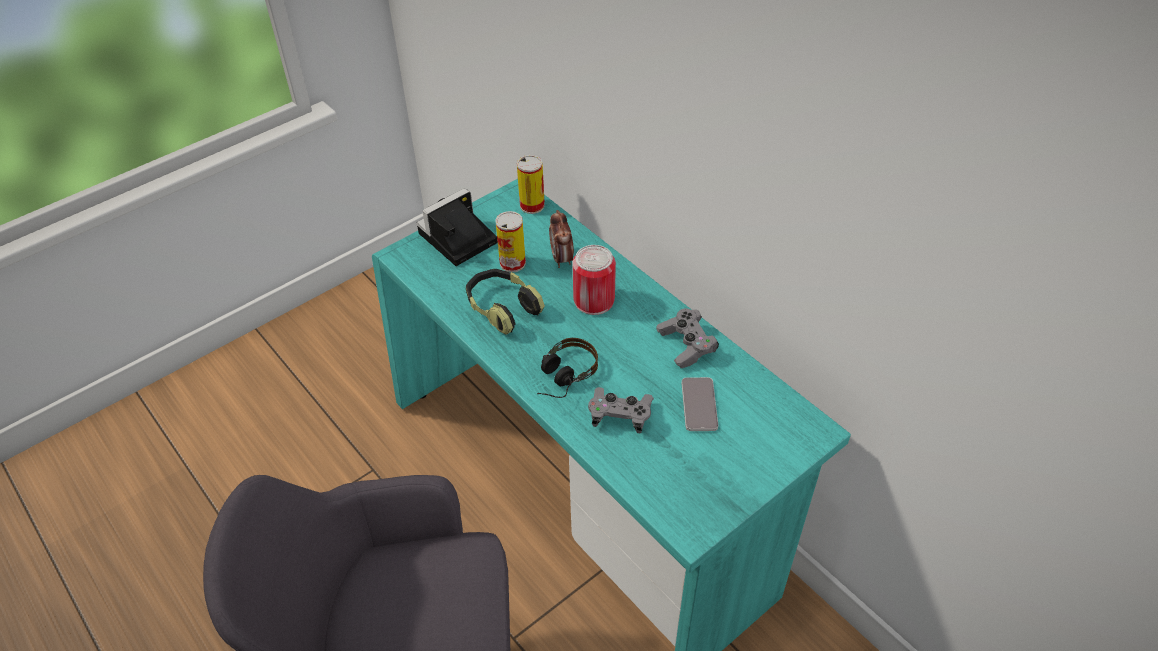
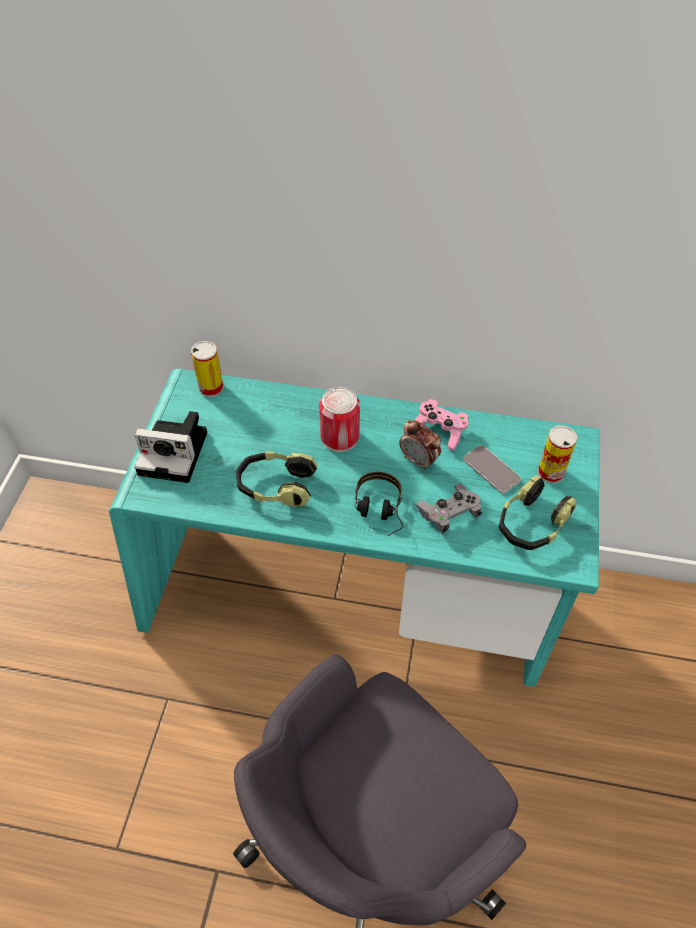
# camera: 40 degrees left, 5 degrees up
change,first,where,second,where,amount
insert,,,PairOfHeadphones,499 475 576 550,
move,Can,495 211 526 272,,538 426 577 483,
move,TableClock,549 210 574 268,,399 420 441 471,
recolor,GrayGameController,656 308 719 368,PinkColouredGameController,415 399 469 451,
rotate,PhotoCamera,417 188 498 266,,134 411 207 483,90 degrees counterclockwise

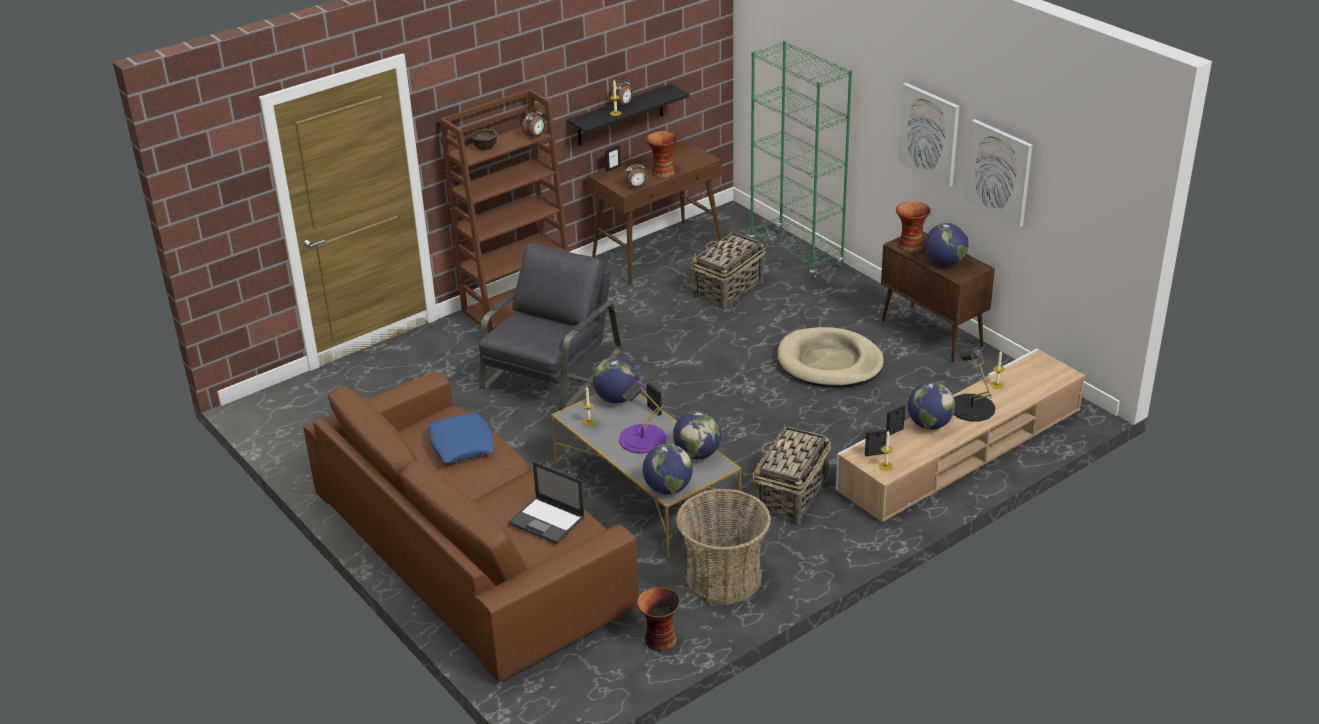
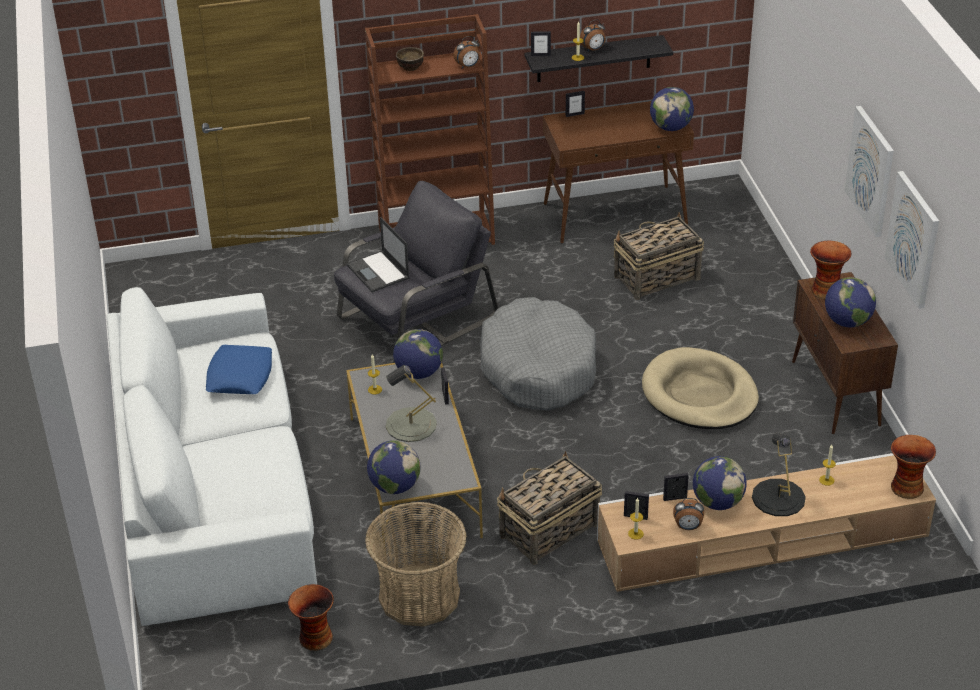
# camera: 25 degrees right, 5 degrees up
change,first,where,second,where,amount
delete,GreenishBookcase,749 41 852 279,,,
insert,,,GrayPetBed,480 297 596 411,
insert,,,StandingFrame,531 31 551 56,
move,PortableComputer,509 461 585 544,,346 217 410 292,
move,TableClock,623 160 647 188,,673 498 704 530,
move,Vase,646 131 678 178,,891 435 936 499,
move,WorldGlobe,673 411 722 459,,650 87 694 131,
recolor,BrownSofa,303 372 639 682,WhiteColouredSofa,106 287 317 626,
recolor,PurpleColouredTableLamp,619 381 666 454,GrayTableLamp,386 365 437 442,

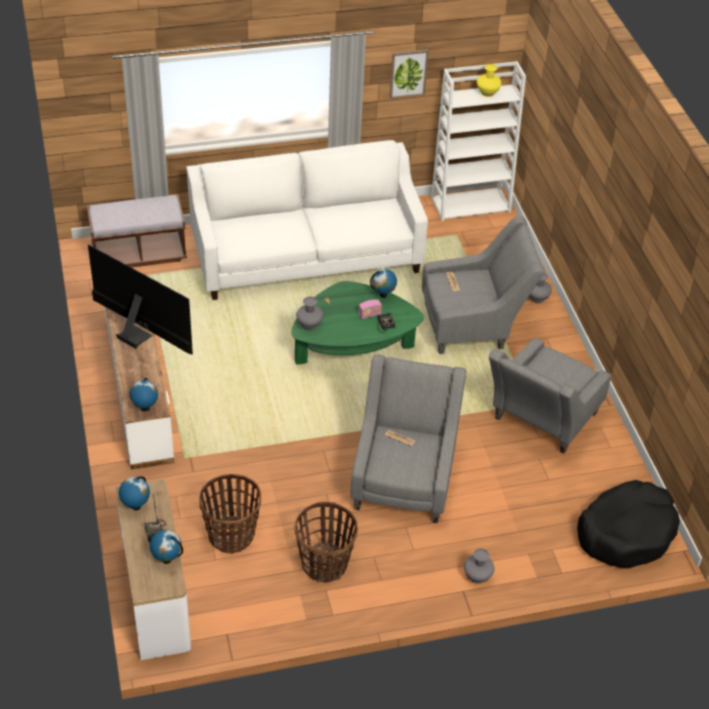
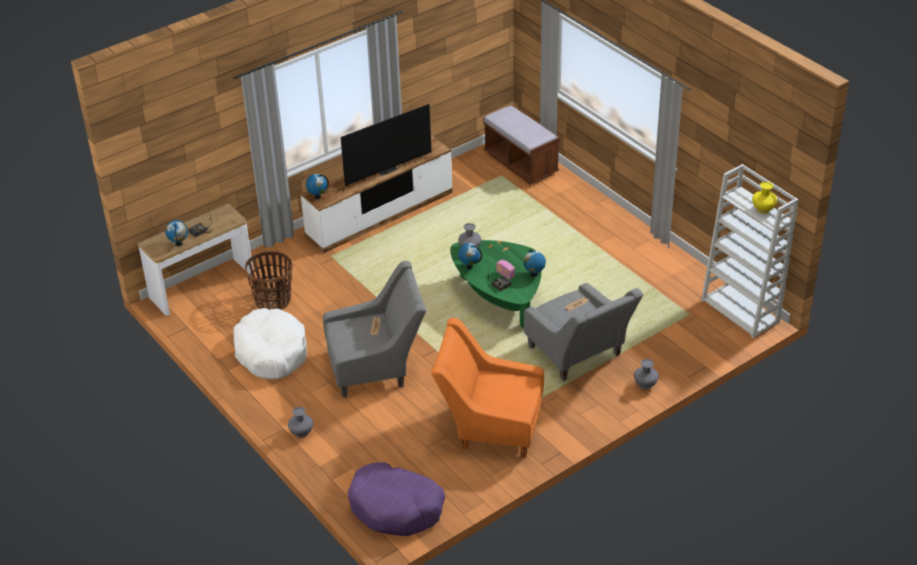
# camera: 70 degrees right, 5 degrees down
change,first,where,second,where,amount
delete,WhiteColouredSofa,186 140 428 300,,,
delete,WallPicture,389 49 429 99,,,
move,WorldGlobe,119 476 150 510,,458 243 482 269,
replace,HouseholdBasket,295 502 358 583,WhiteColouredPetBed,233 308 307 379,
recolor,GrayLoungeChair,489 338 611 454,OrangeLoungeChair,431 318 544 458,
recolor,BlackPetBed,577 480 680 568,PurpleColouredPetBed,347 462 445 536,
rotate,Television,88 245 193 354,,341 104 432 186,45 degrees clockwise

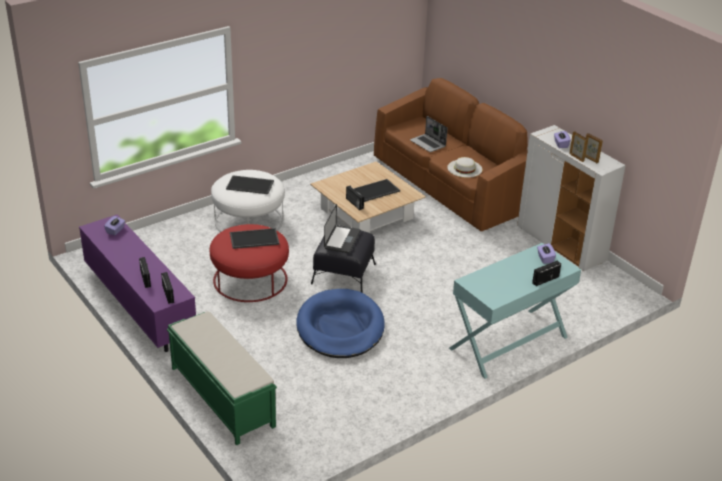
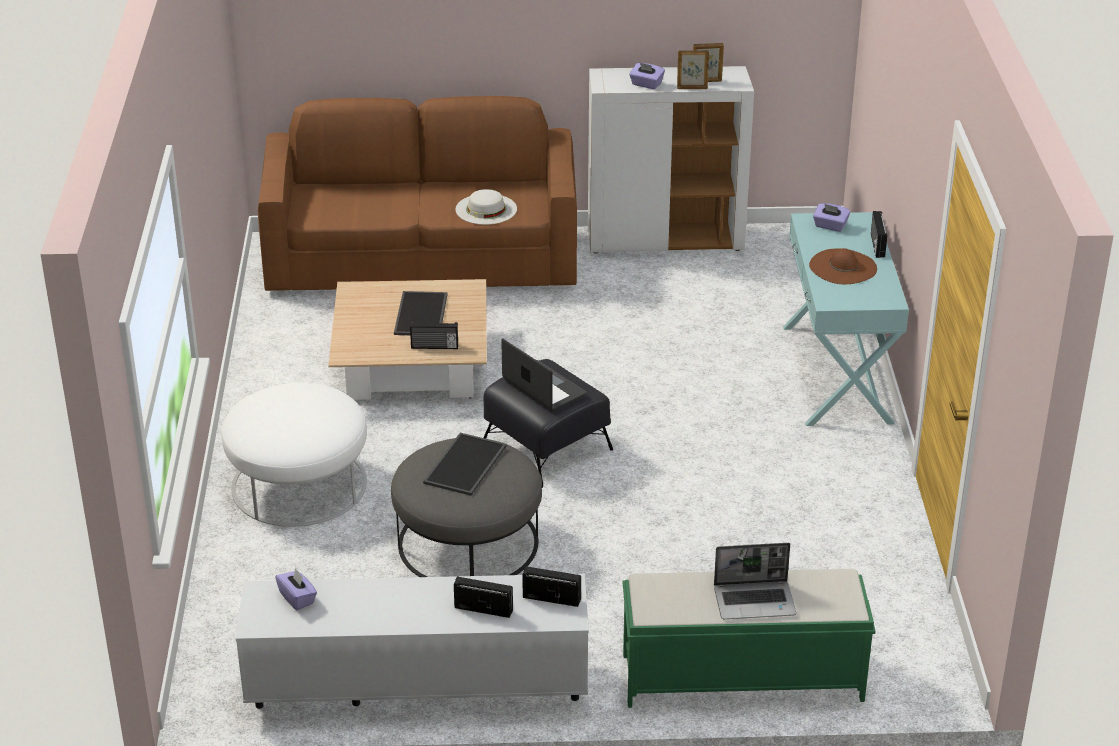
# camera: 55 degrees left, 0 degrees up
change,first,where,second,where,amount
delete,Tray,226 175 274 194,,,
delete,BluePetBed,296 289 385 358,,,
insert,,,BrownWearableHat,809 248 877 284,
move,PortableComputer,410 116 448 152,,714 543 796 619,
recolor,PurpleColouredTvUnit,79 215 196 352,WhiteColouredTvUnit,236 574 589 709,
recolor,RedPouffe,210 224 289 302,GrayPouffe,391 438 542 577,

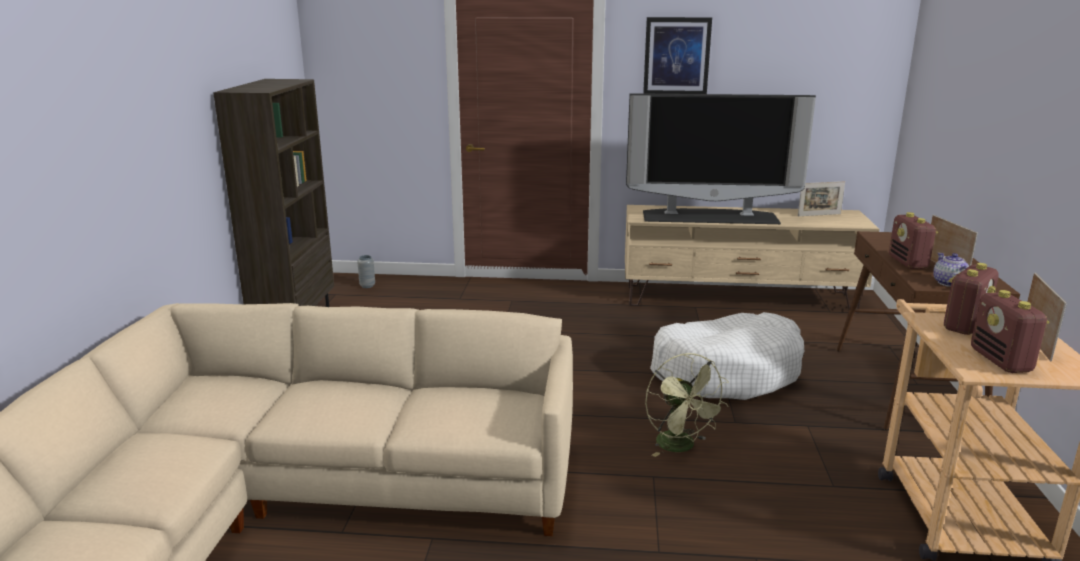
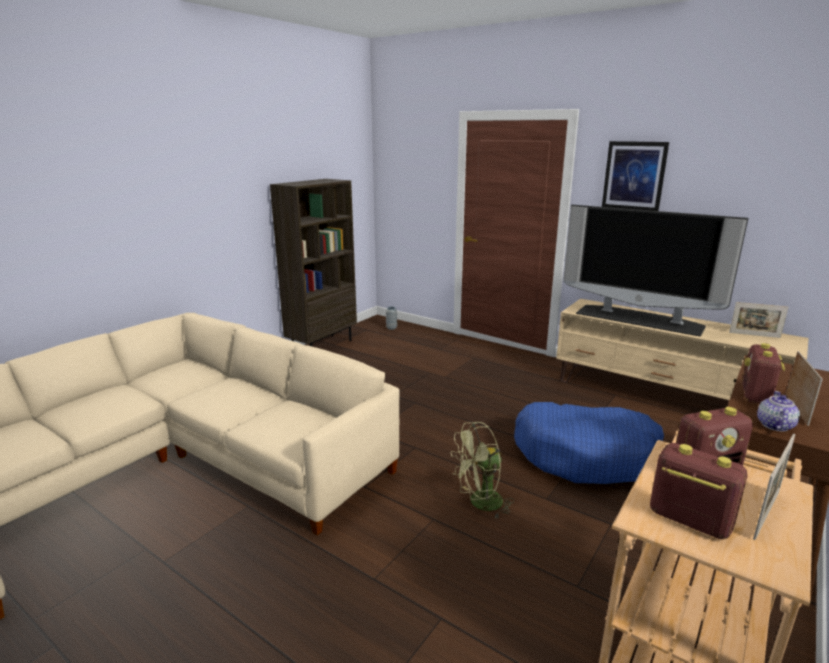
# camera: 30 degrees right, 0 degrees up
change,first,where,second,where,amount
recolor,WhiteColouredPetBed,650 312 804 400,BluePetBed,514 402 664 484,
rotate,GreenishElectricFan,645 353 729 457,,451 422 514 519,60 degrees clockwise
rotate,RadioSet,971 290 1049 373,,650 443 747 539,105 degrees clockwise

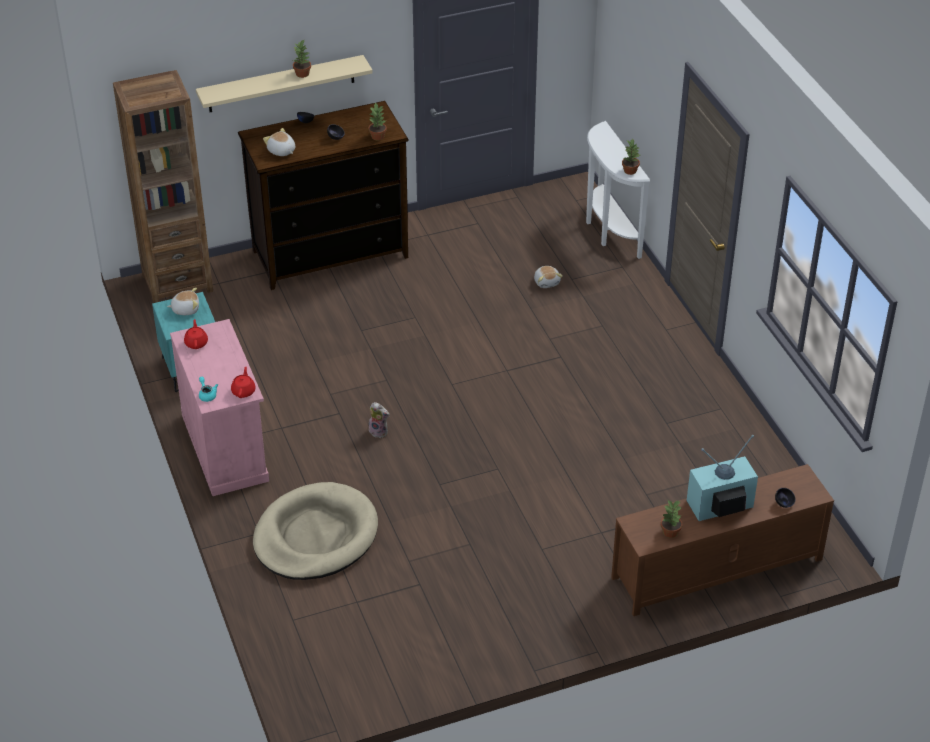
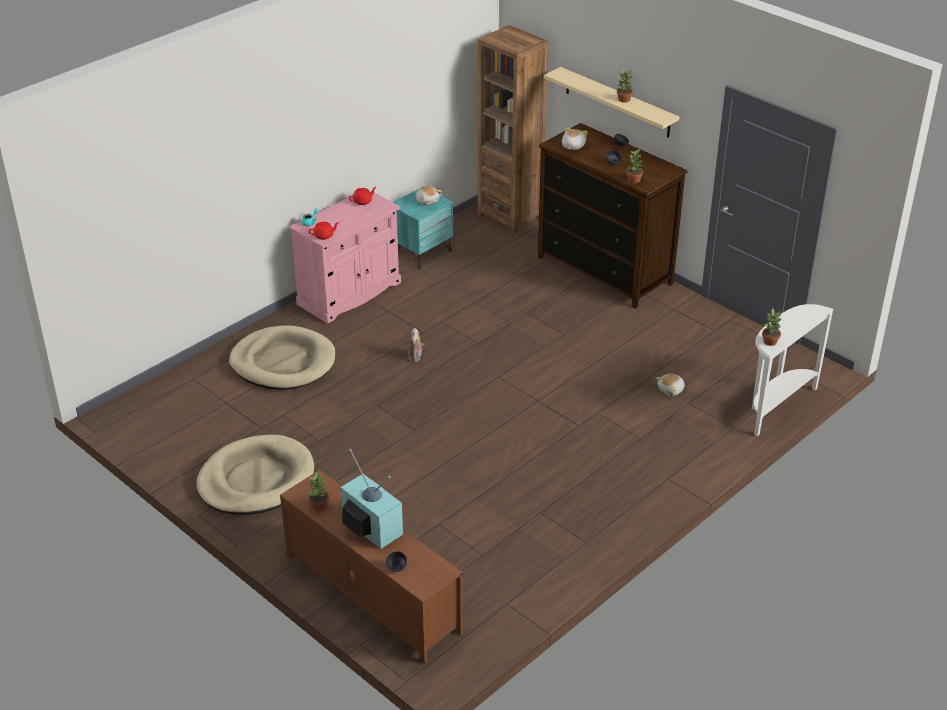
# camera: 65 degrees right, 5 degrees down
change,first,where,second,where,amount
insert,,,BeigePetBed,196 435 314 515,

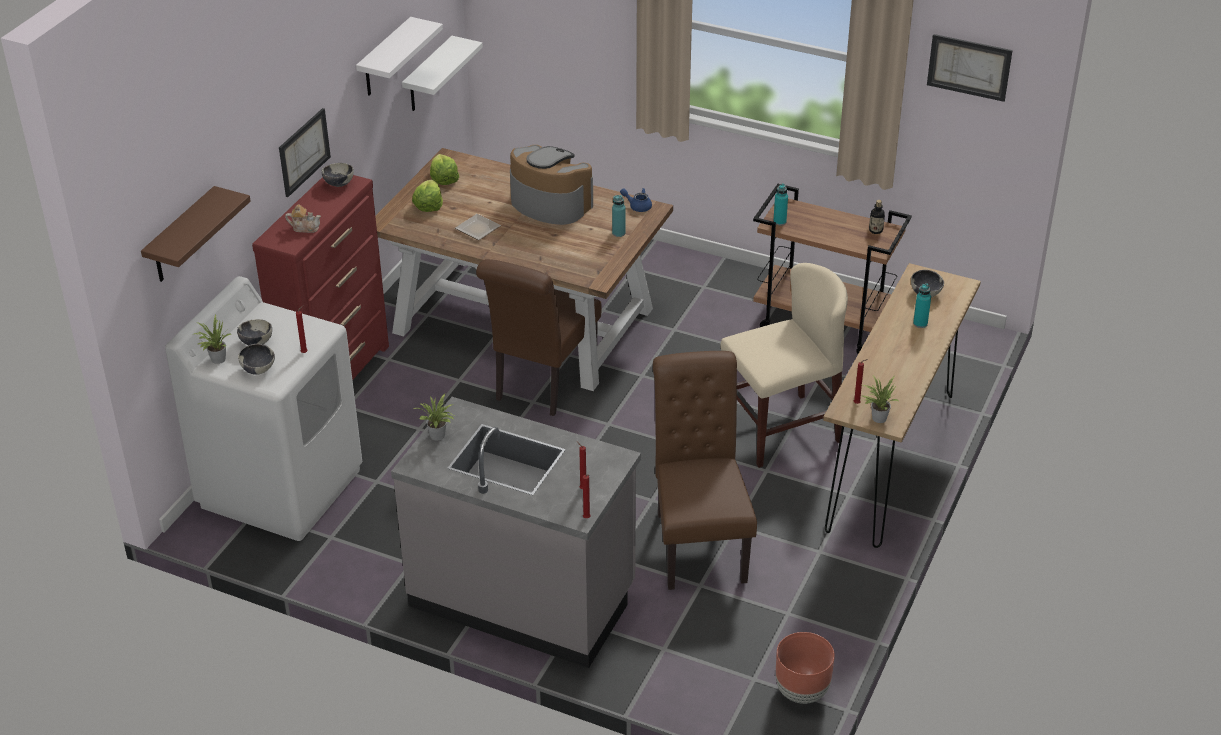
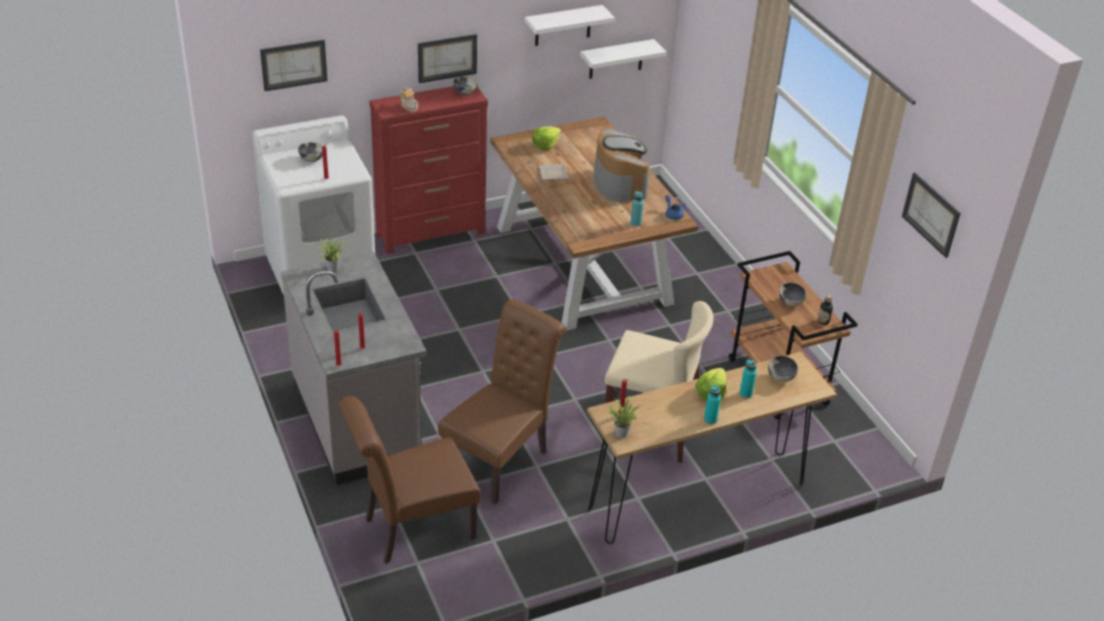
# camera: 40 degrees right, 0 degrees up
change,first,where,second,where,amount
delete,Houseplant,194 314 232 364,,,
delete,BrownFlowerPot,775 632 835 704,,,
move,ServingBowl,238 344 275 375,,779 283 807 306,
move,HeadOfLettuce,430 154 459 185,,695 368 726 400,
move,BrownUprightChair,476 259 602 416,,338 396 481 564,
move,TurquoiseColouredBeverageBottle,773 184 788 225,,704 385 721 424,
replace,BrownShelf,141 186 251 282,WallPicture,260 40 328 91,

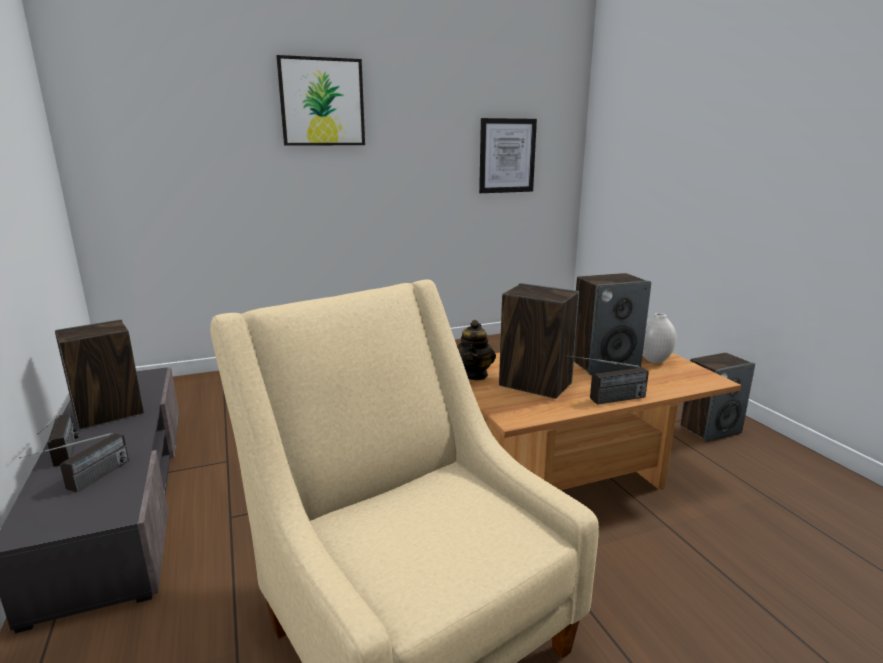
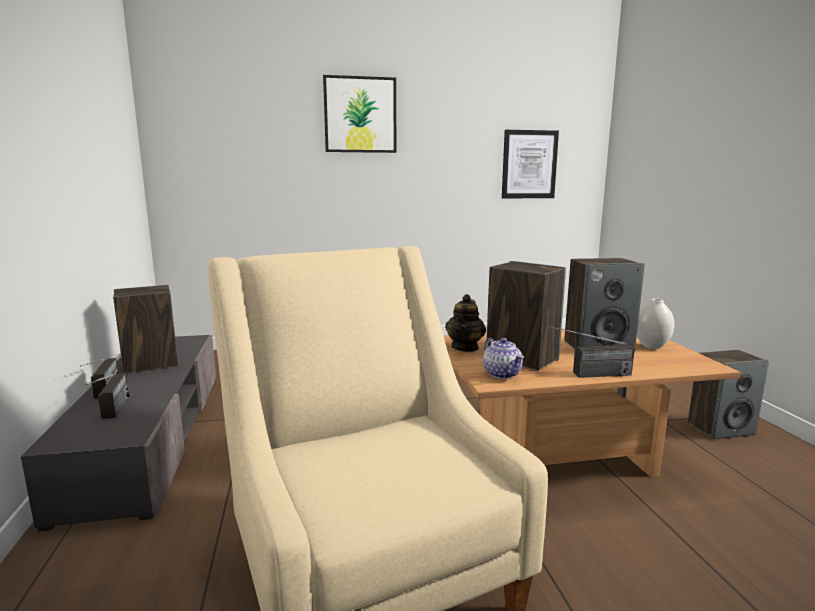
# camera: 10 degrees right, 5 degrees down
change,first,where,second,where,amount
insert,,,Teapot,483 338 524 379,
rotate,RadioSet,19 433 129 492,,86 373 131 419,45 degrees counterclockwise

